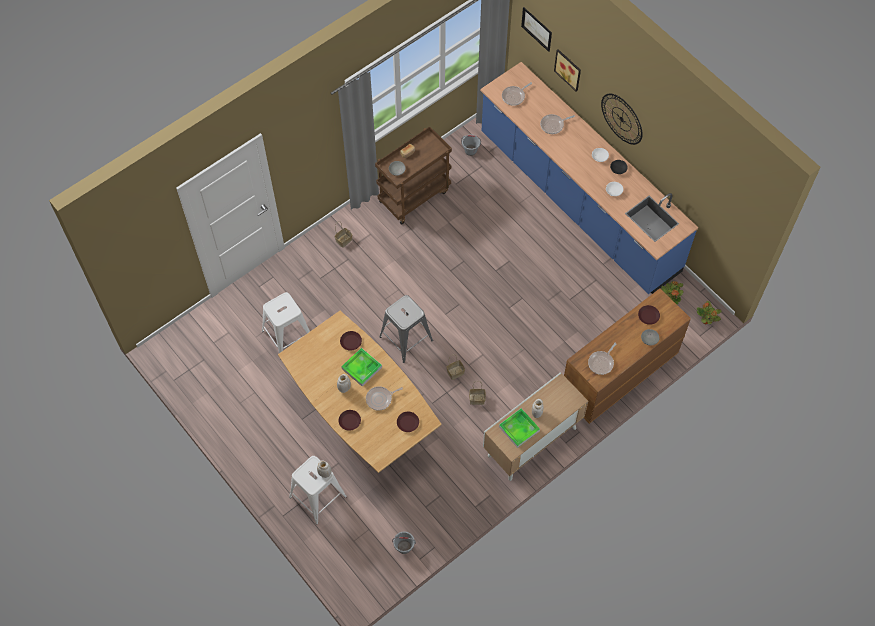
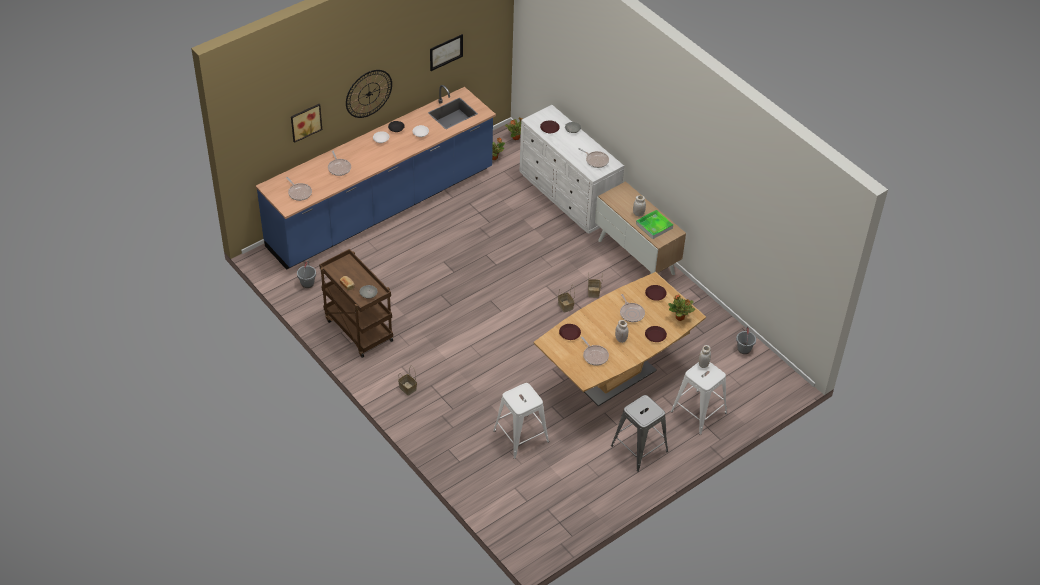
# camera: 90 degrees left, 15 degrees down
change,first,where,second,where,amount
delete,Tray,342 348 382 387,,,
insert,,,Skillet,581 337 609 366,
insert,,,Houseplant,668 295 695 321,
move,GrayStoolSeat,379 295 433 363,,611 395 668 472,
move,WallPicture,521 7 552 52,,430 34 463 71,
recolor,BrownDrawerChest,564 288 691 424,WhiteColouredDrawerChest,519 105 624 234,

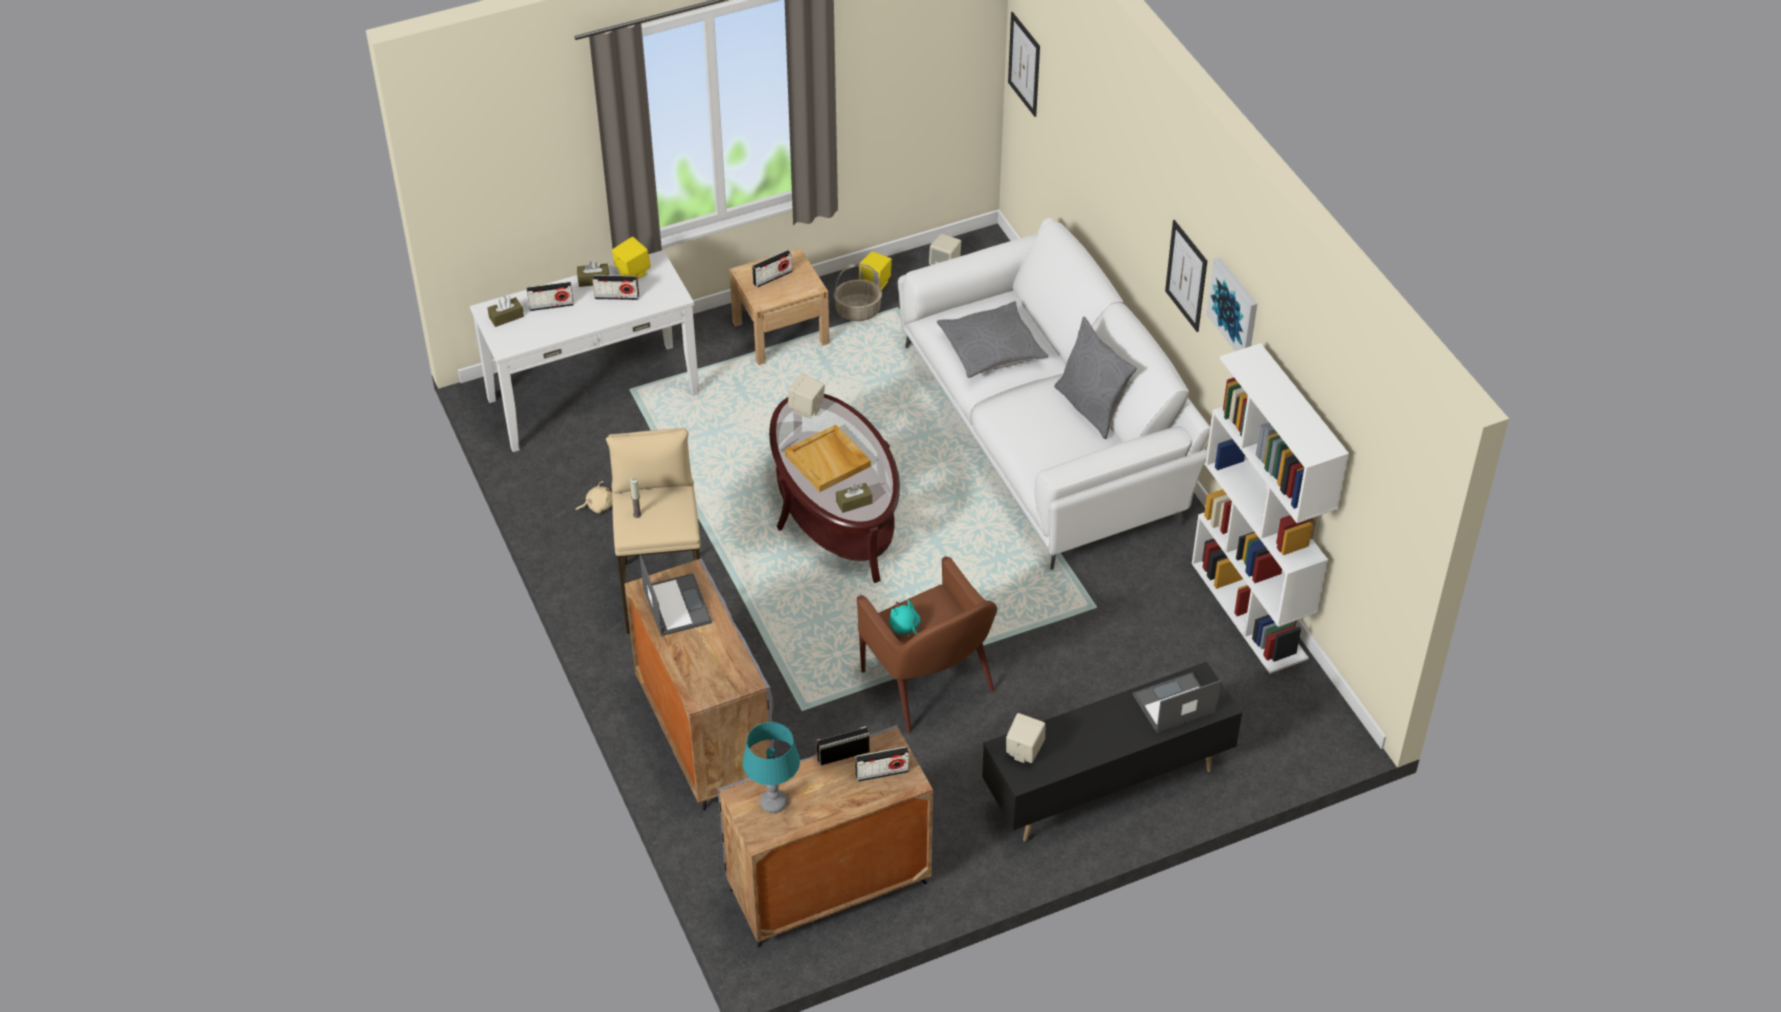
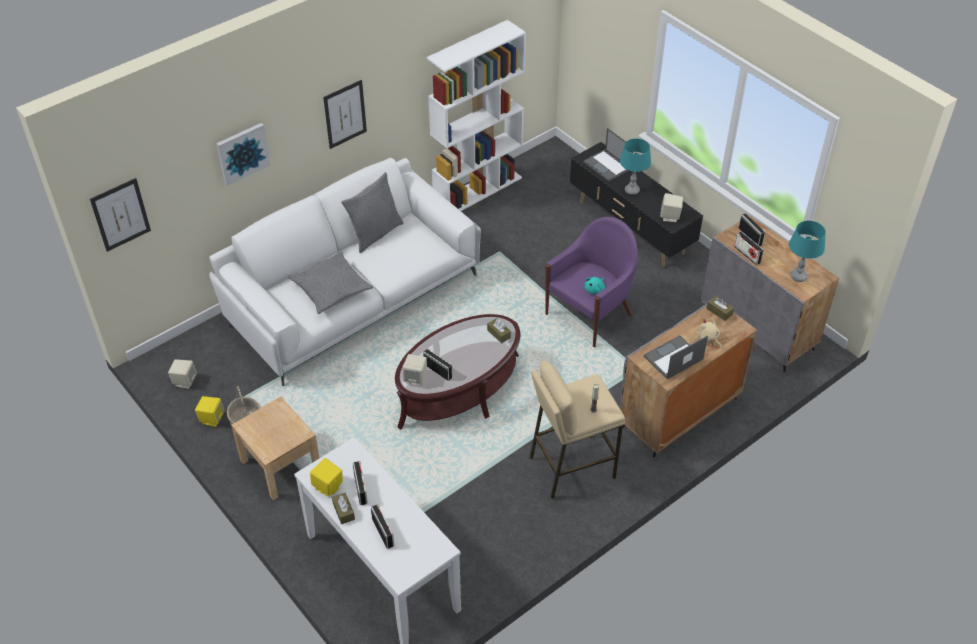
# camera: 105 degrees left, 0 degrees up
change,first,where,second,where,amount
delete,BeigeTray,785 425 871 492,,,
insert,,,TurquoiseColouredTableLamp,620 139 651 195,
move,BrownTissueBox,487 296 524 327,,706 296 734 321,
move,BeigeCuddlyToy,575 481 612 513,,698 318 722 348,
move,RadioSet,752 250 793 288,,423 349 453 381,
move,WallPicture,1206 257 1257 351,,216 123 271 186,
recolor,BrownLoungeChair,857 557 997 733,PurpleColouredLoungeChair,545 217 638 347,

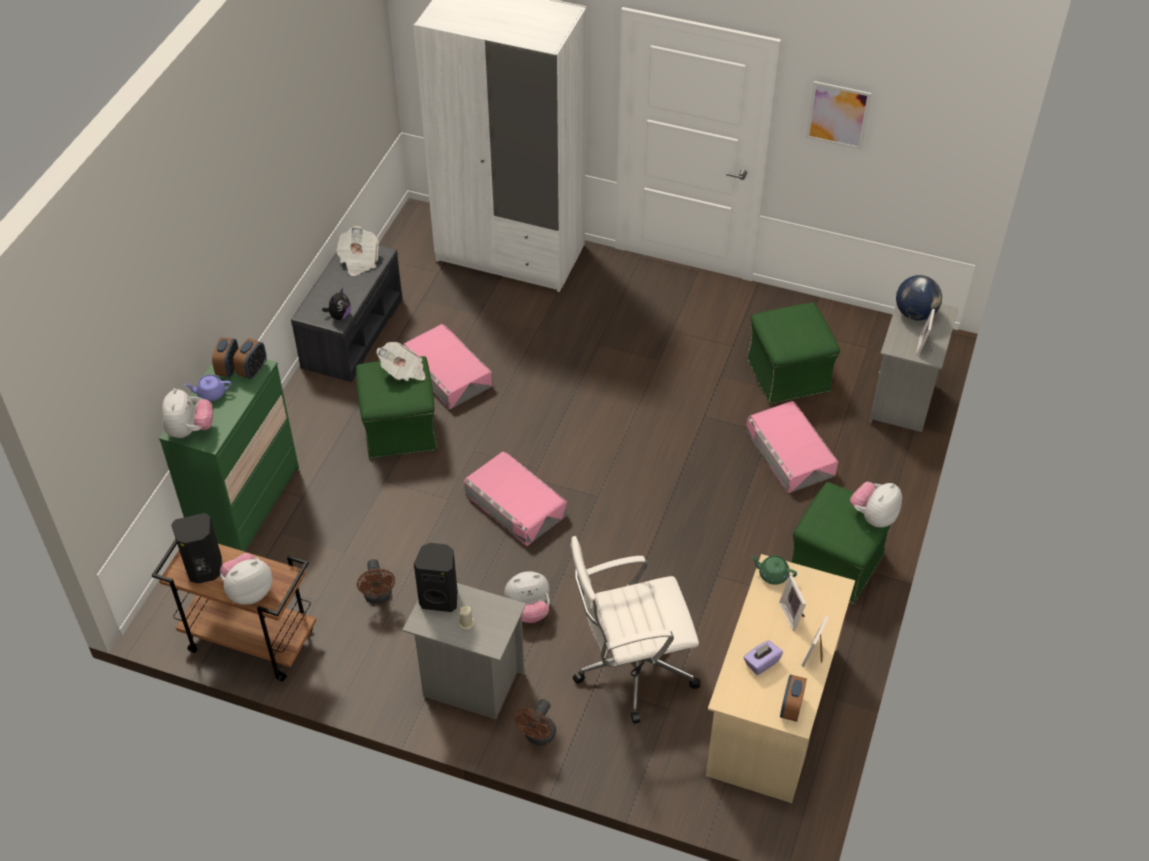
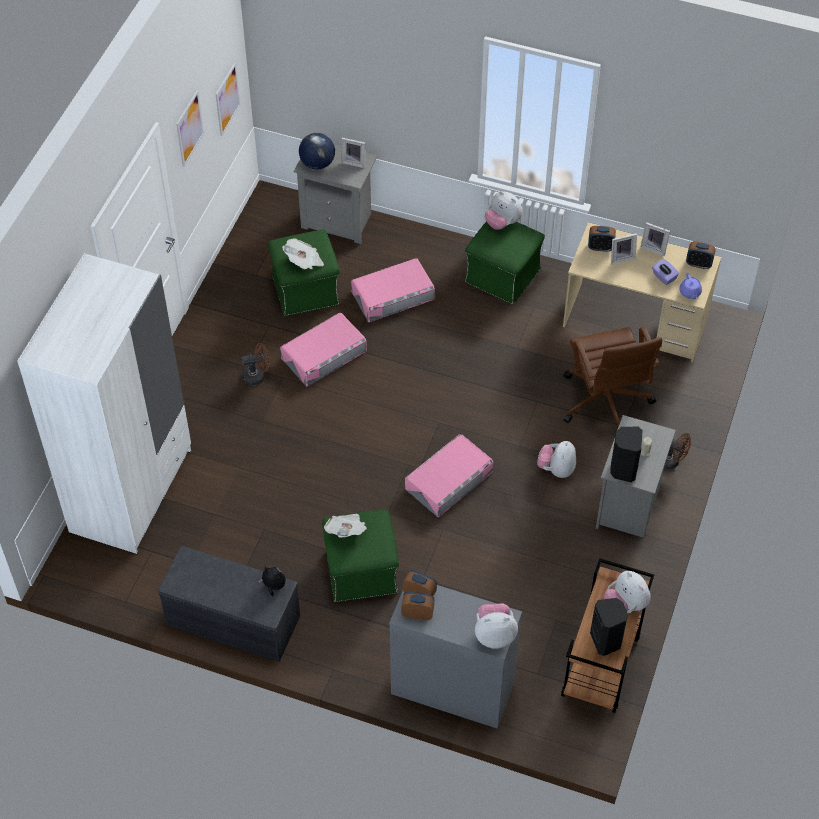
# camera: 90 degrees left, 5 degrees up
change,first,where,second,where,amount
delete,GreenishTeapot,751 555 797 585,,,
insert,,,WallPicture,215 63 241 136,
insert,,,TableClock,588 226 616 252,
move,PurpleColouredTeapot,184 374 232 401,,680 273 702 299,
move,PrintedPaper,336 226 379 276,,282 238 324 269,
move,BrownElectricFan,357 559 395 604,,241 343 270 385,
move,PinkColouredStorageContainer,403 324 492 409,,280 313 367 386,
recolor,GreenishDrawerChest,159 359 299 552,GrayDrawerChest,389 585 522 729,
recolor,WhiteColouredDeskChair,570 536 700 724,BrownDeskChair,564 327 662 427,
rotate,CuddlyToy,504 571 550 623,,537 441 576 478,150 degrees counterclockwise

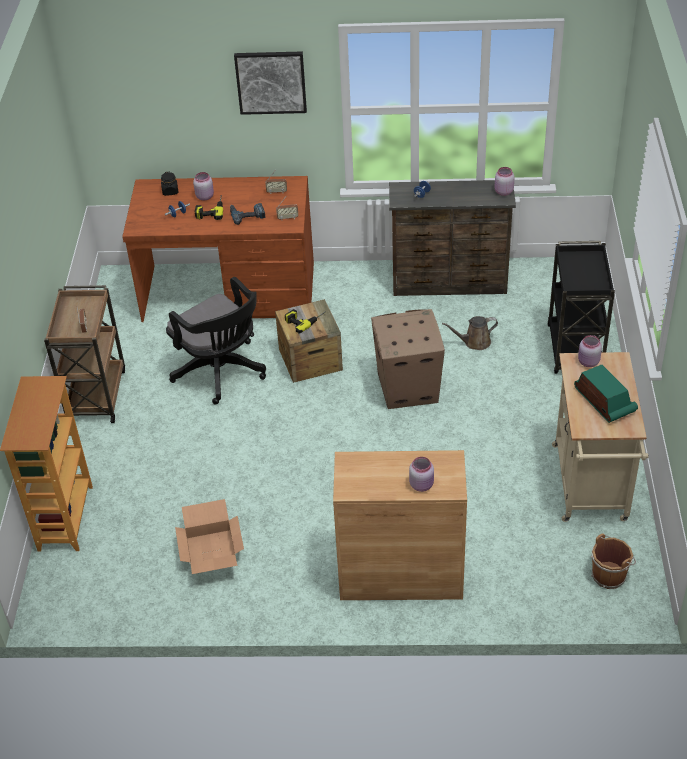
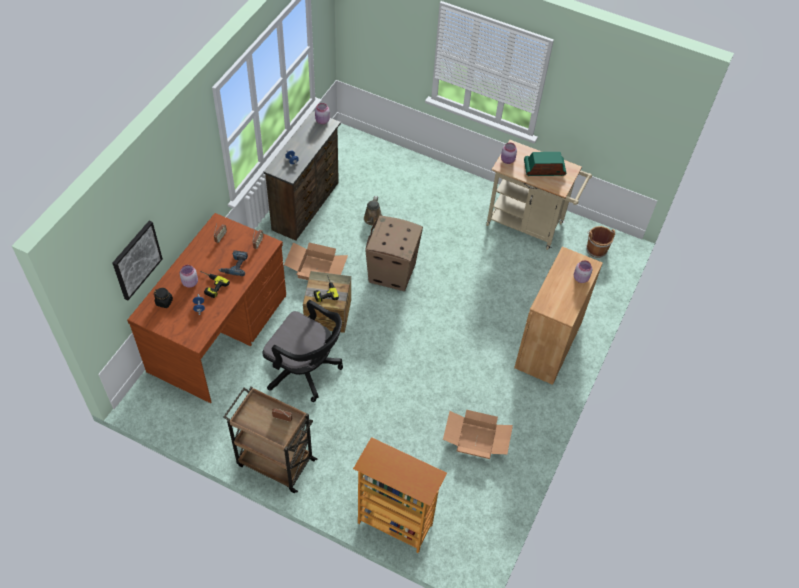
# camera: 70 degrees left, 10 degrees up
change,first,where,second,where,amount
delete,BlackTrolley,547 241 615 374,,,
insert,,,CardboardBox,284 243 348 280,
move,WallPicture,234 51 307 115,,112 221 163 300,
rotate,BlackDeskChair,166 277 266 405,,262 300 343 402,45 degrees clockwise

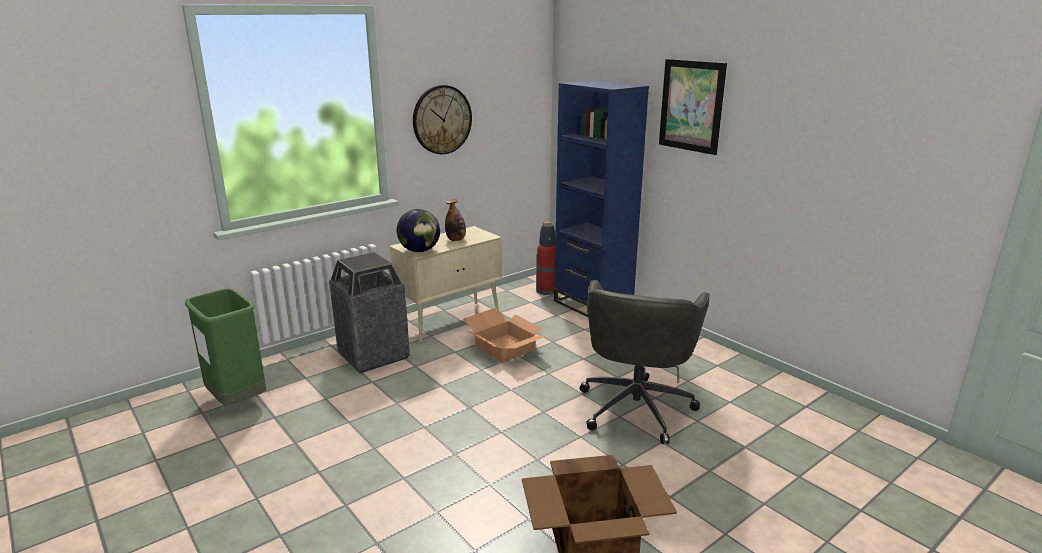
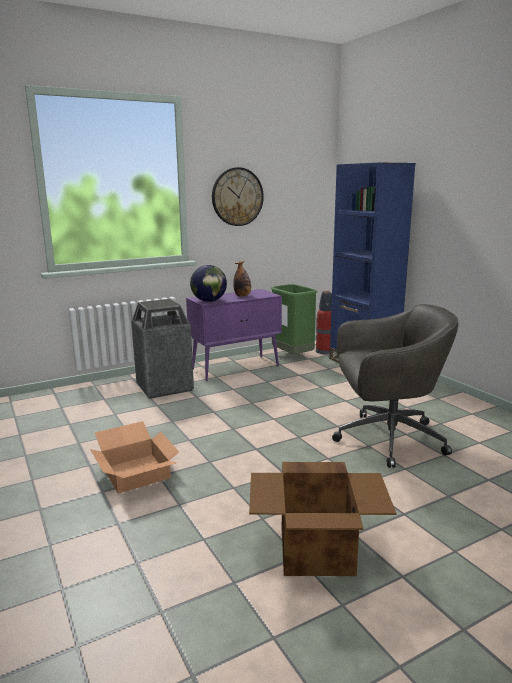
# camera: 10 degrees right, 5 degrees down
change,first,where,second,where,amount
delete,WallPicture,659 59 727 155,,,
move,GreenishTrashCan,185 288 266 405,,271 284 317 354,
move,CardboardBox,464 308 549 363,,90 421 179 494,
recolor,BeigeCupboard,390 226 502 343,PurpleColouredCupboard,186 289 282 381,
rotate,GrayDeskChair,580 280 710 444,,332 304 458 468,120 degrees counterclockwise

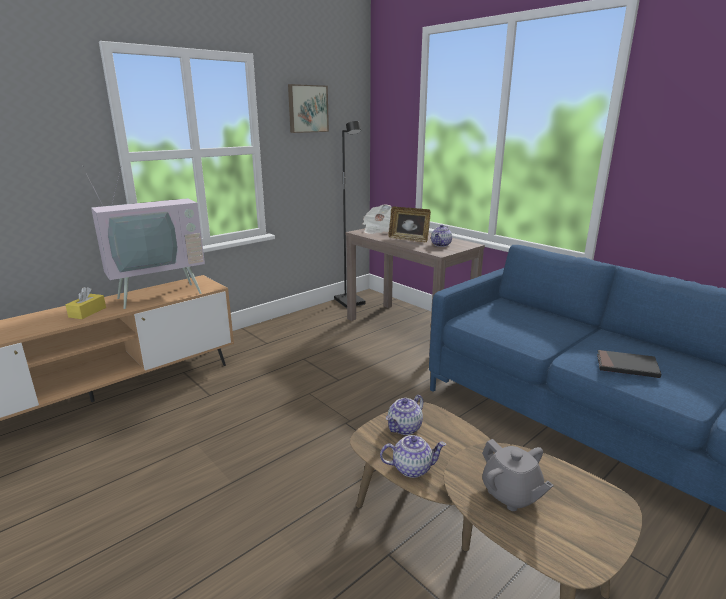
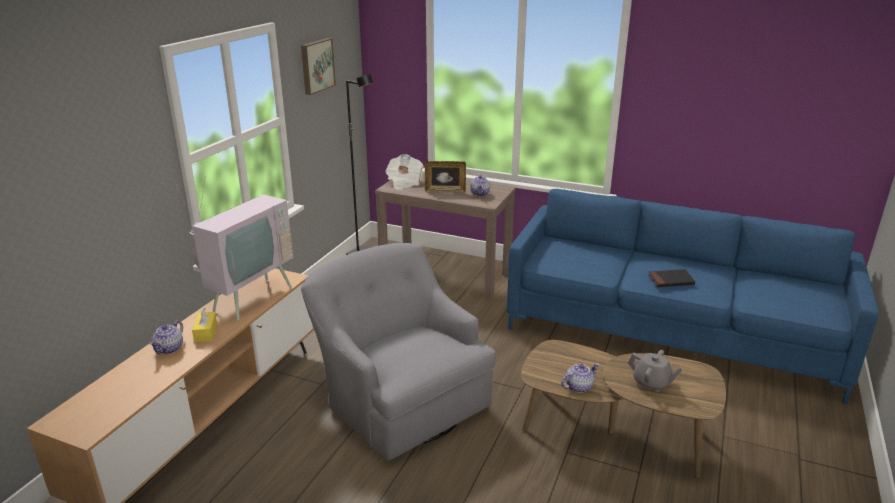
# camera: 25 degrees left, 5 degrees up
change,first,where,second,where,amount
insert,,,GrayLoungeChair,301 243 495 460,
move,Teapot,386 395 423 435,,149 320 183 354,

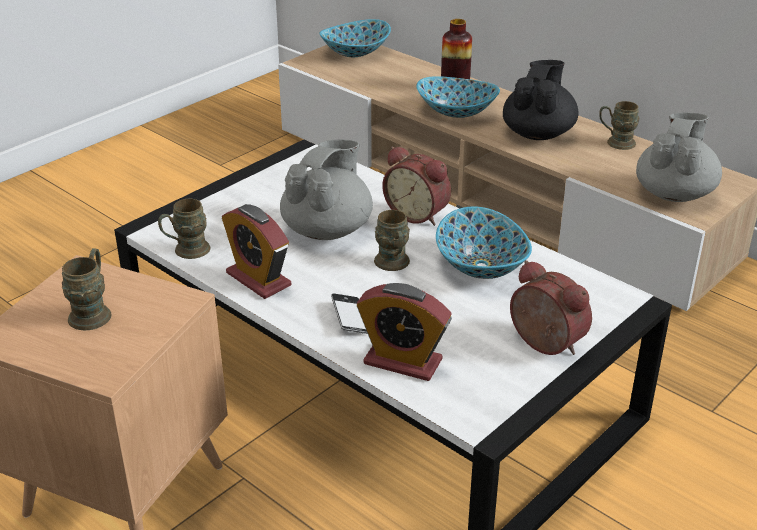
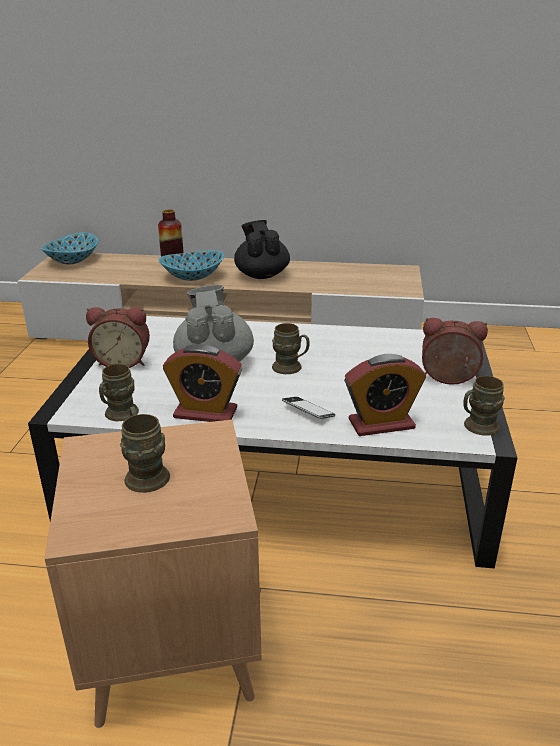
# camera: 35 degrees left, 5 degrees down
change,first,where,second,where,amount
delete,ServingBowl,436 206 532 279,,,
delete,GrayTeapot,636 112 722 202,,,
move,TableClock,383 146 451 226,,86 307 150 368,
move,BrownCoffeeMug,599 101 640 150,,463 376 505 436,

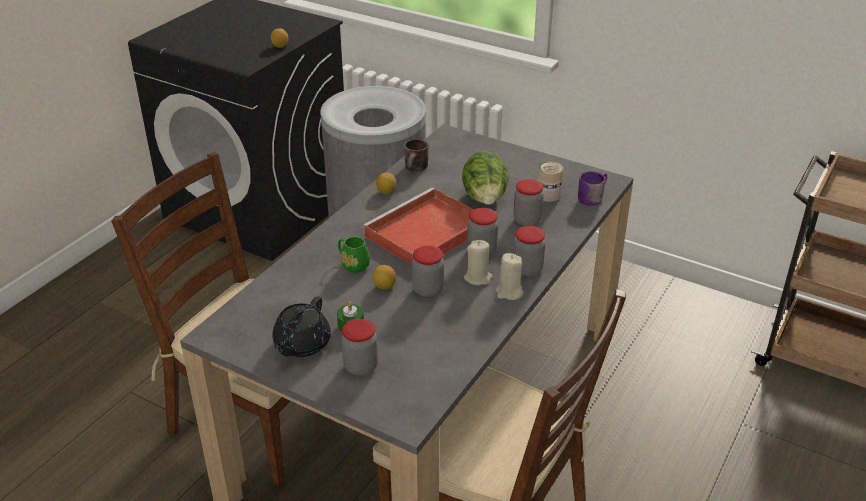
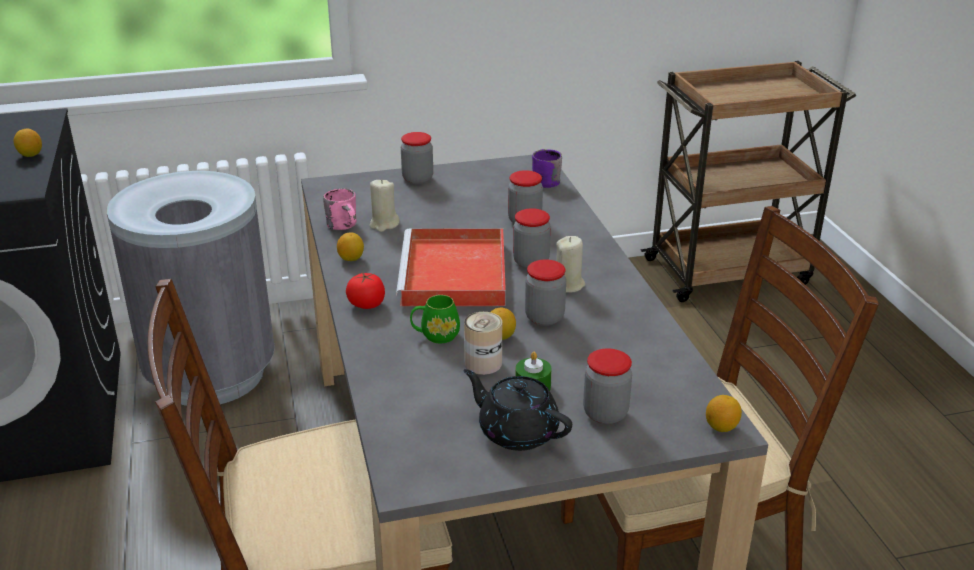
# camera: 45 degrees left, 5 degrees down
change,first,where,second,where,amount
delete,HeadOfLettuce,462 151 509 205,,,
insert,,,WholeTomato,346 273 385 309,
insert,,,Lemon,706 395 742 432,
move,BeigeWaxCandle,496 253 523 300,,370 179 400 232,
move,Jar,513 226 545 276,,401 132 433 184,
move,Can,538 162 563 202,,464 312 502 375,
recolor,BrownCoffeeMug,404 139 429 172,PinkColouredCoffeeMug,323 189 357 230,
rotate,BlackTeapot,273 296 331 357,,463 369 572 451,150 degrees clockwise

